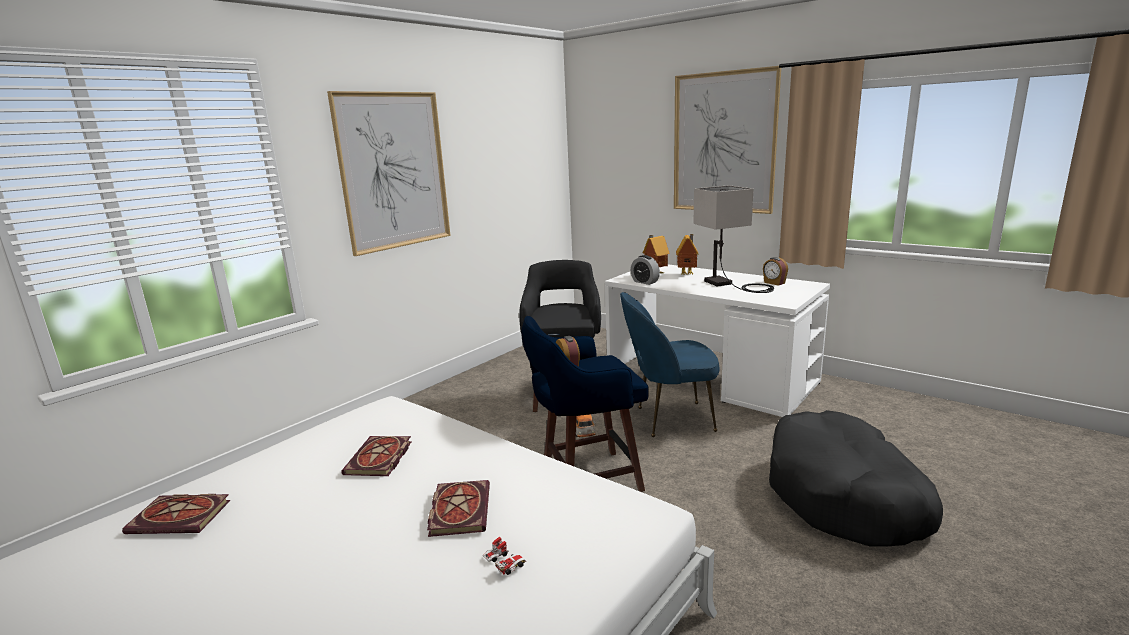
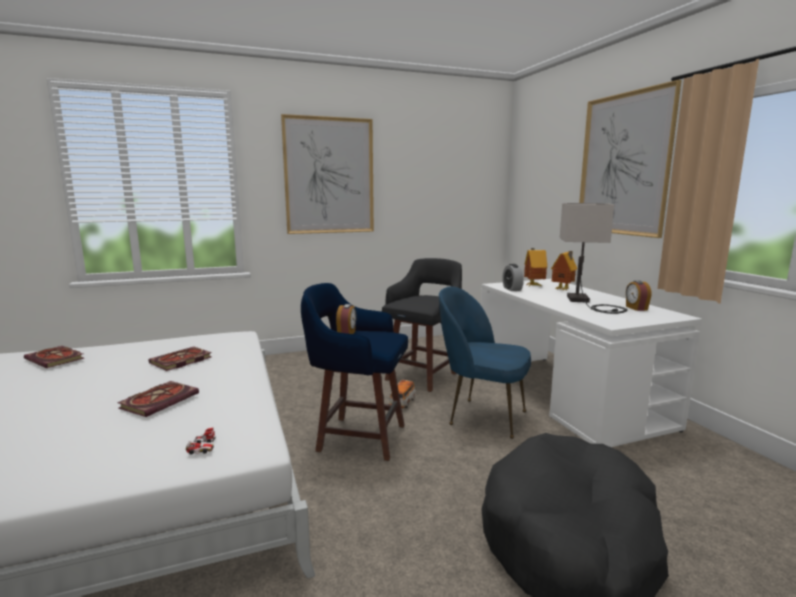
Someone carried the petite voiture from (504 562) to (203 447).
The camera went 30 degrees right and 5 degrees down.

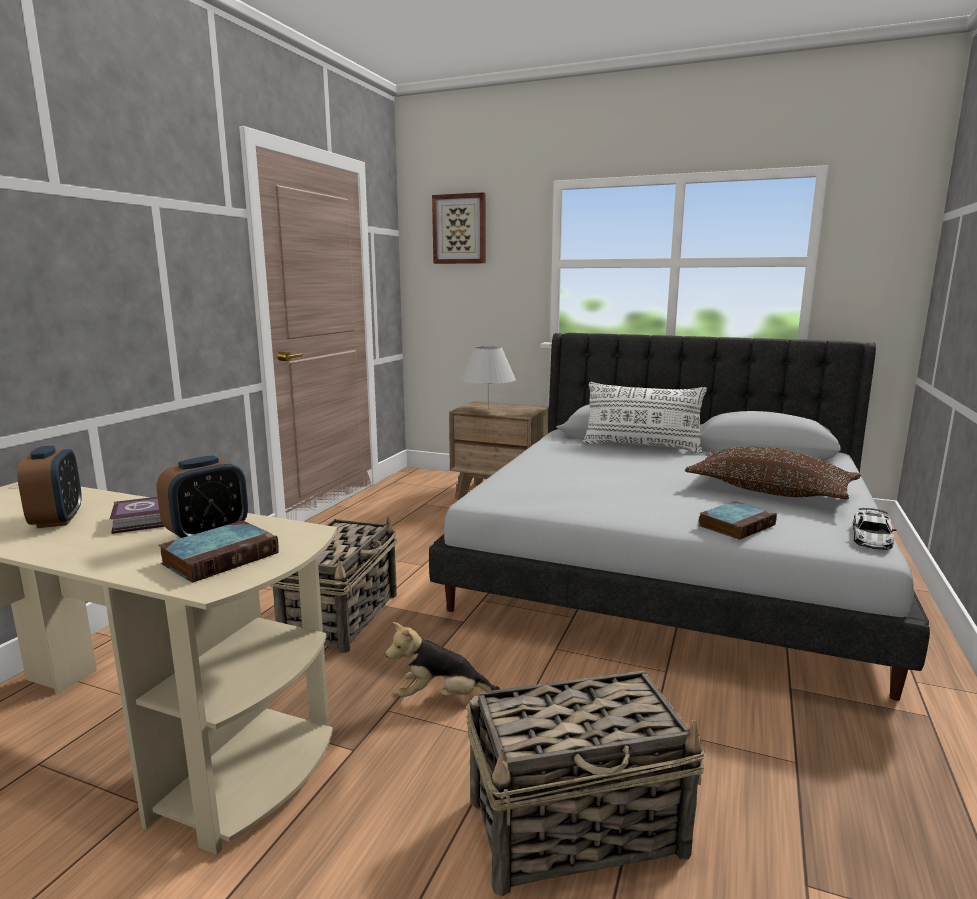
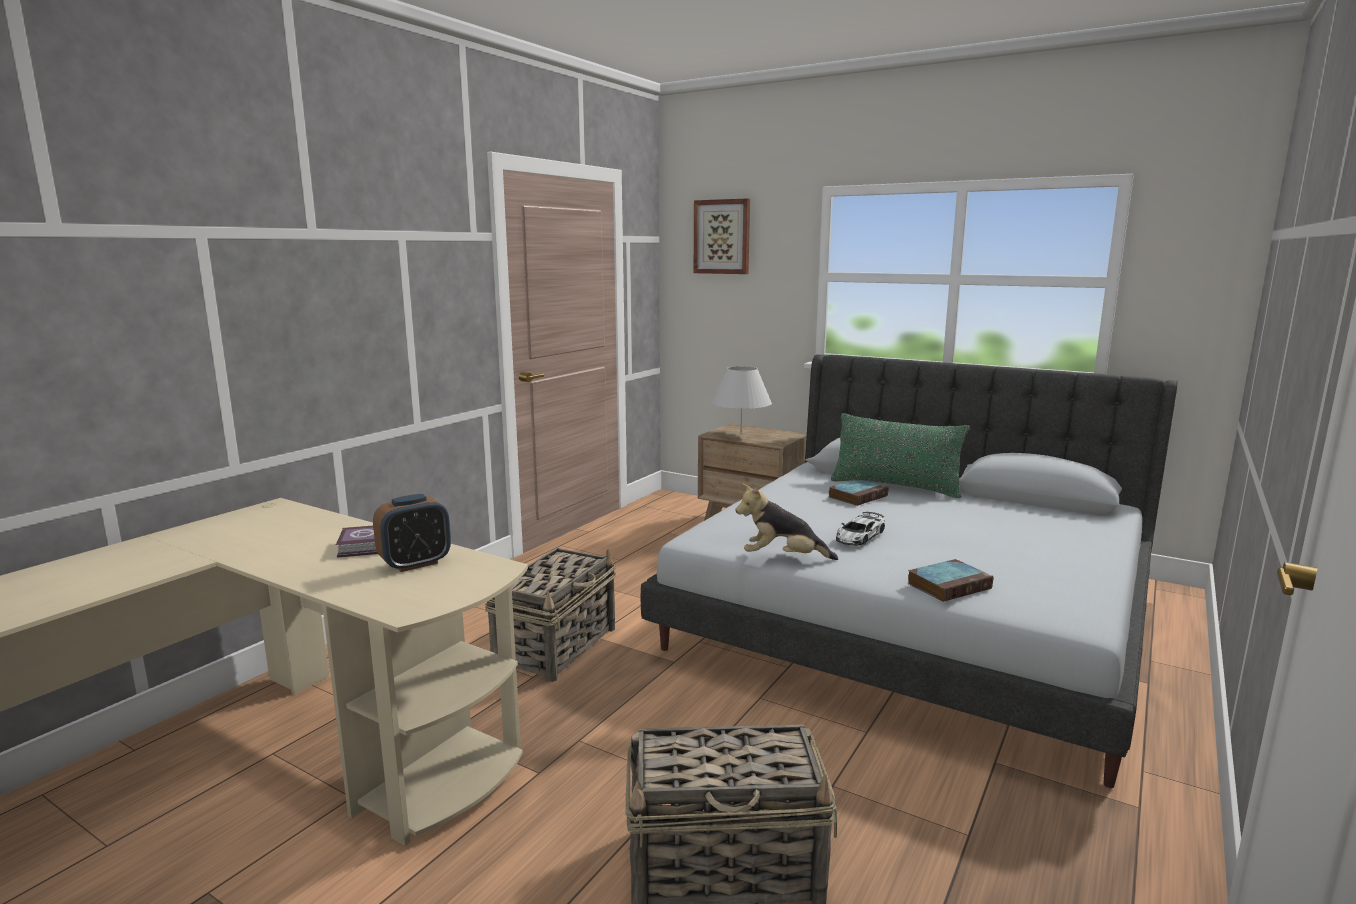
Someone repainted the coussin [blanc] at (641 446), which became the coussin [vert] at (895 487).
Someone took away the réveil at (57 520).
Someone took away the coussin [marron] at (769 491).
Someone carried the petite voiture from (871 537) to (859 536).
Someone carried the livre from (222 557) to (858 496).
Someone carried the peluche from (441 697) to (782 558).
The camera went 10 degrees right and 0 degrees up.

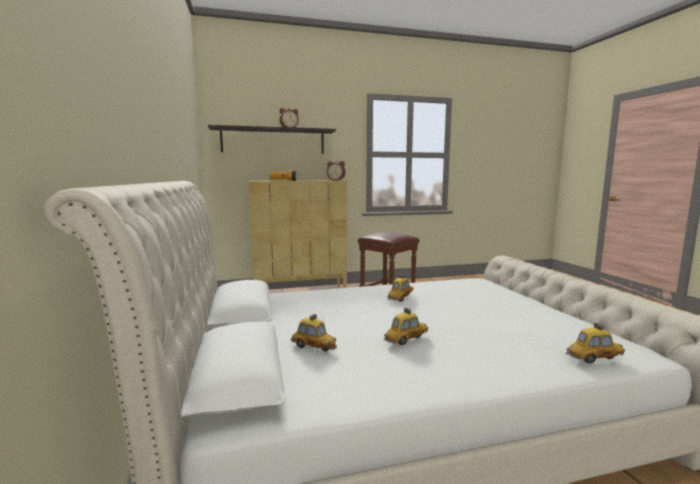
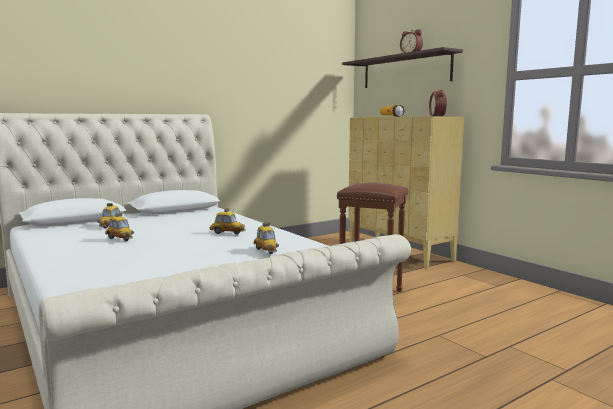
Someone carried the petite voiture from (595 359) to (266 251).
The camera went 70 degrees right and 0 degrees up.

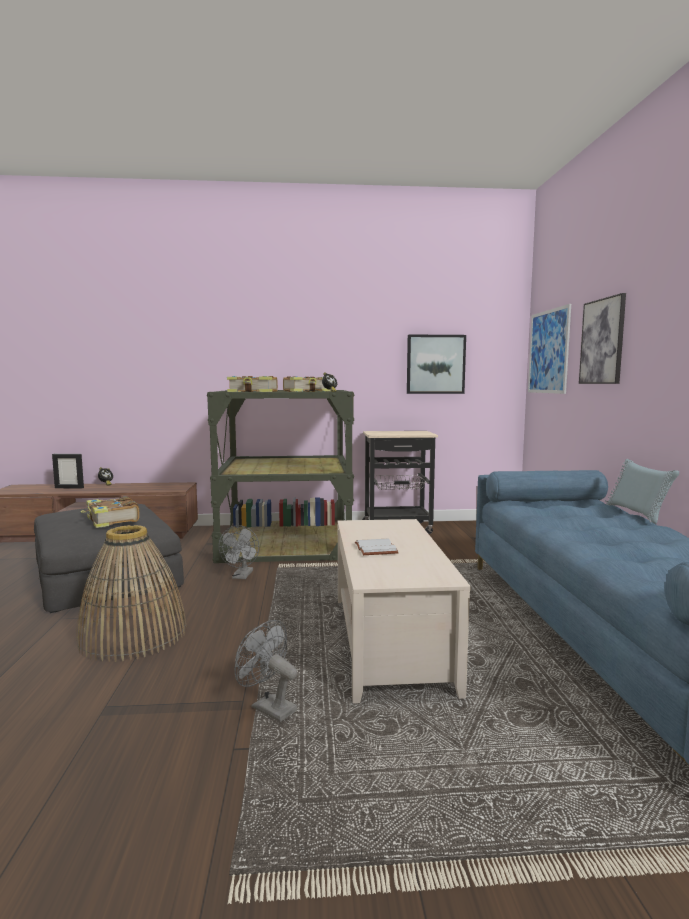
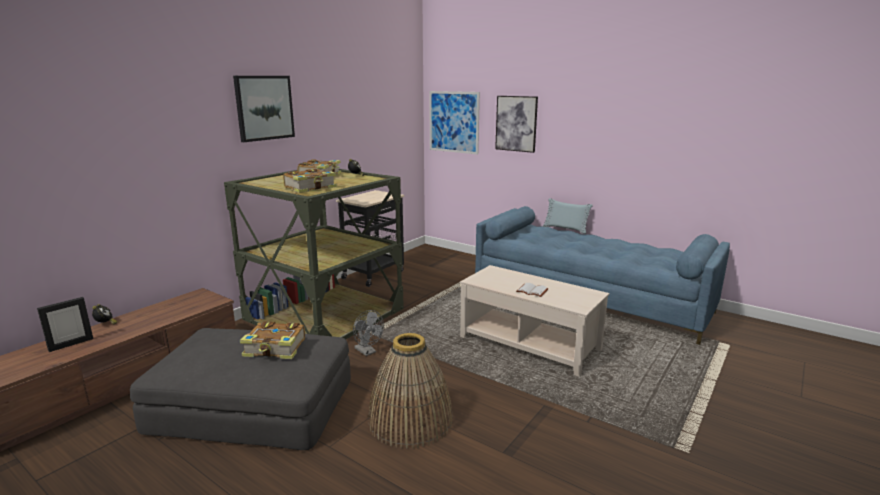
Someone carried the tableau from (435 364) to (264 108).
Someone took away the ventilateur [gris] at (268 707).
The camera went 50 degrees left and 10 degrees up.

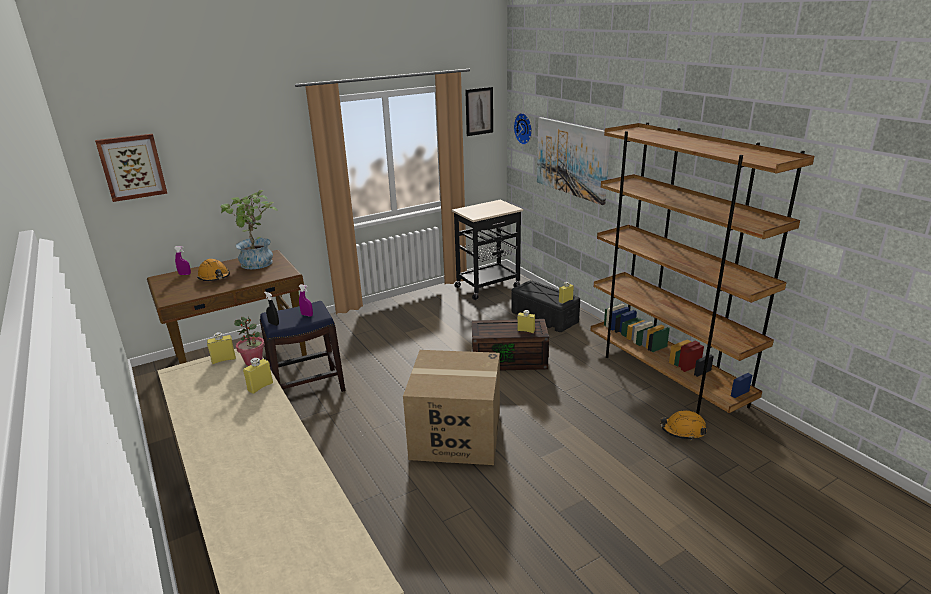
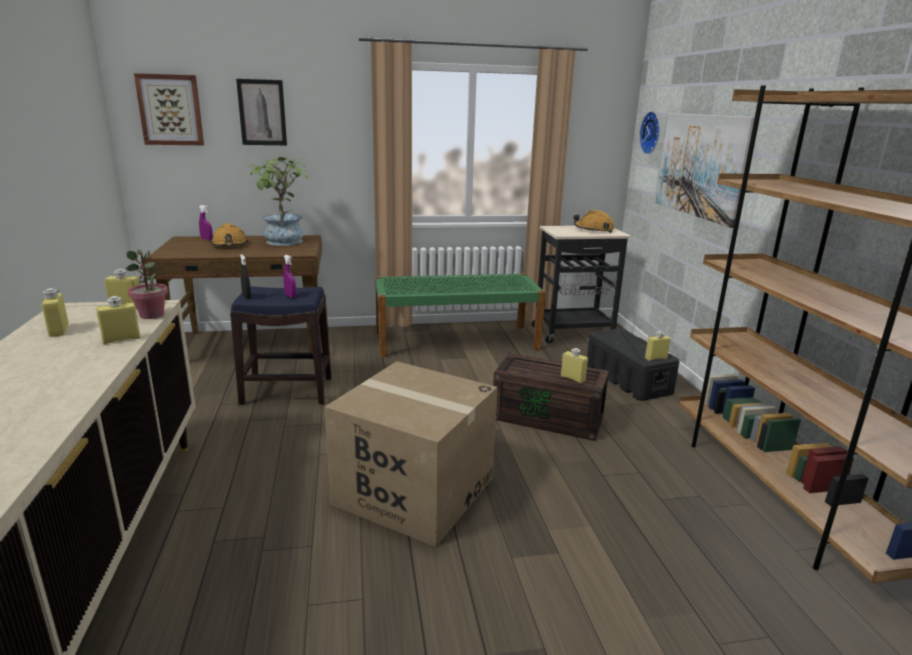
Someone carried the tableau from (479 111) to (262 112).
Someone carried the casque de chantier [orange] from (683 430) to (593 230).
Someone put down the banc [vert] at (456 340).
Someone put down the bouteille [jaune] at (59 330).
The camera went 20 degrees right and 5 degrees down.

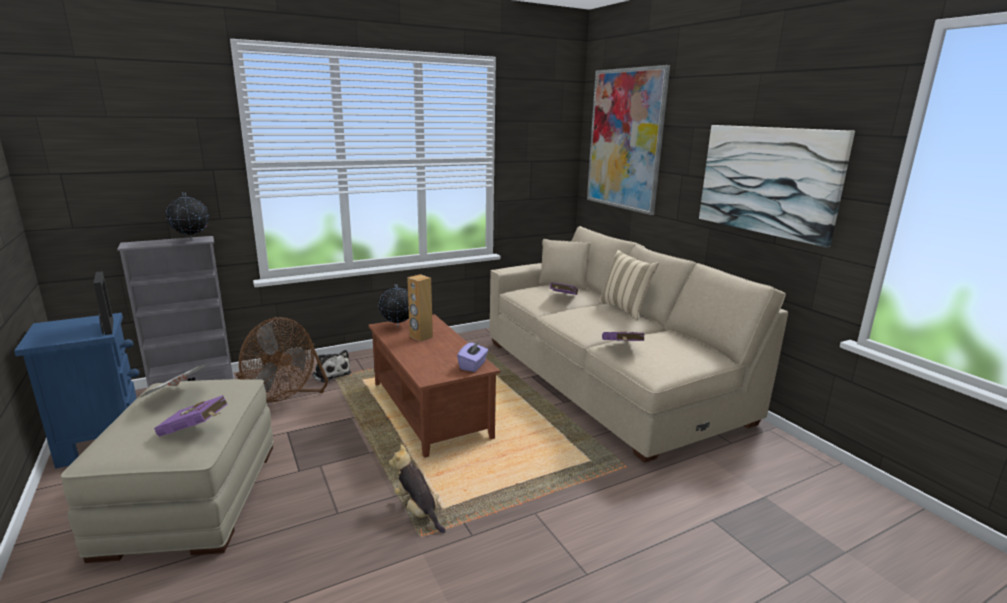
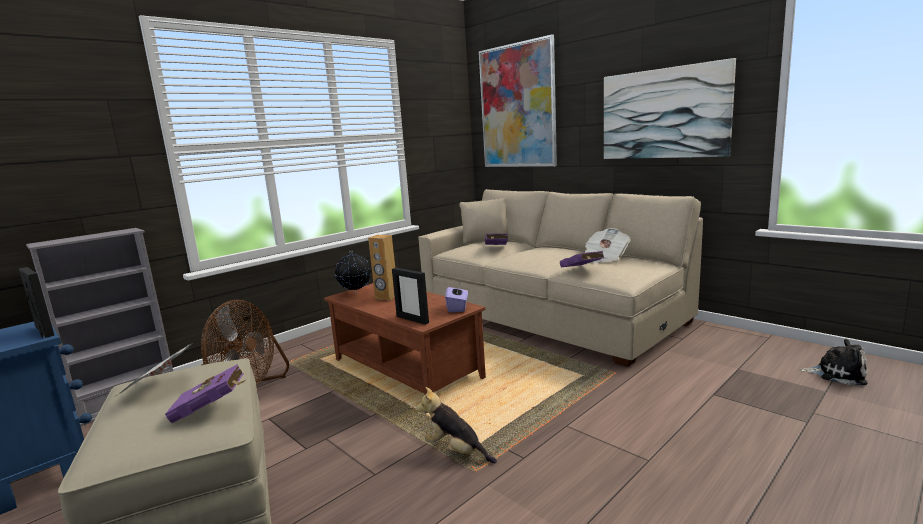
Someone took away the globe at (191 239).
Someone took away the coussin [beige] at (625 309).
Someone carried the peluche from (331 374) to (837 374).
Someone put down the journal at (605 258).
Someone put down the cadre photo at (413 319).
The camera went 15 degrees left and 5 degrees down.

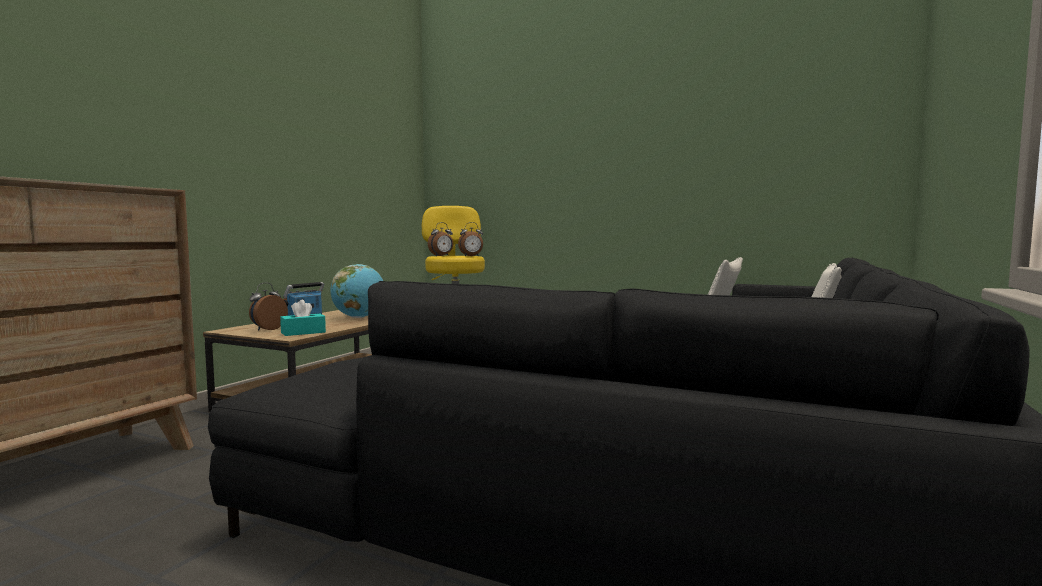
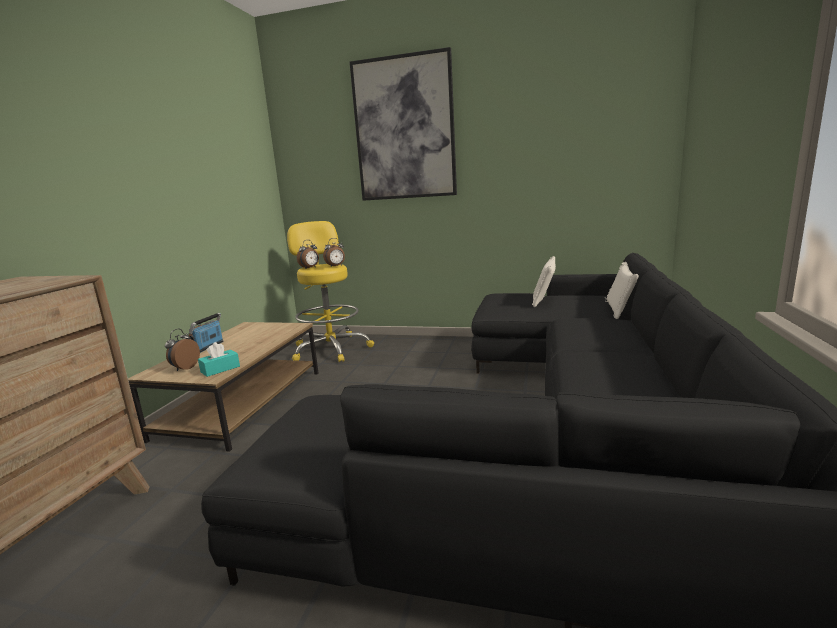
Someone took away the globe at (359 317).
Someone put up the tableau at (404 129).
The camera went 10 degrees left and 10 degrees up.

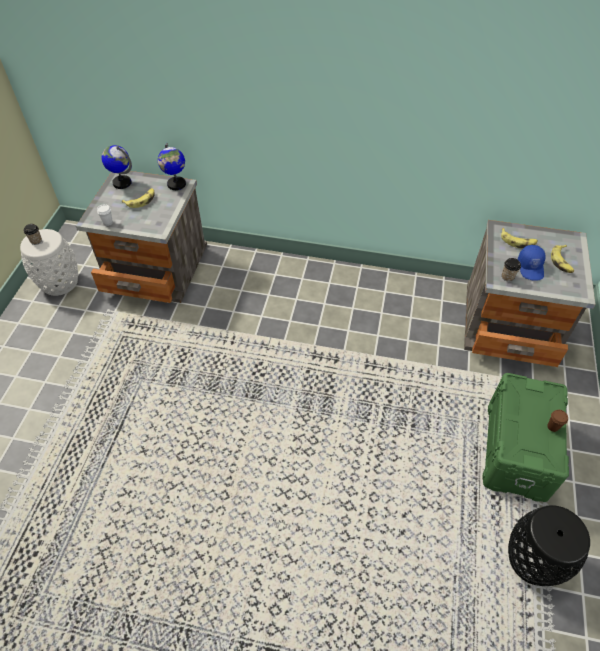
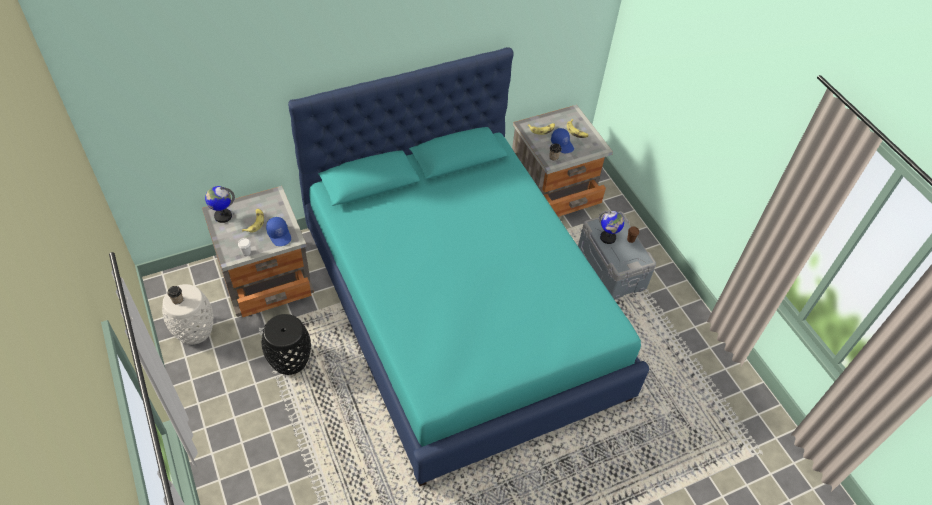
Someone carried the globe from (176 184) to (608 238).
Someone repainted the boîte de rangement [vert] at (515 449), which became the boîte de rangement [gris] at (610 268).
Someone carried the tabouret [noir] from (533 559) to (290 359).
Someone put down the lit [turquoise] at (460 310).
Someone put down the casquette [bleu] at (279 235).
The camera went 40 degrees left and 0 degrees up.

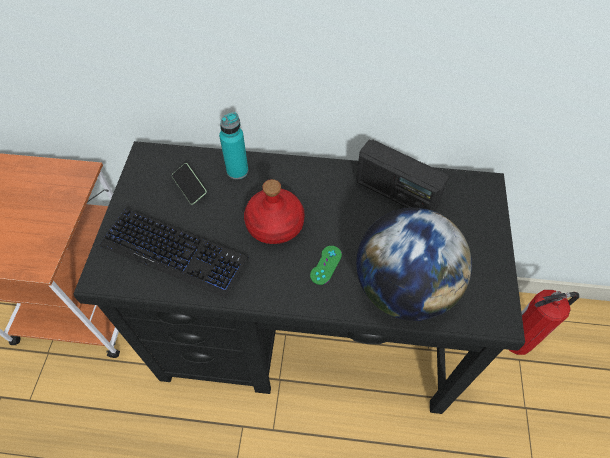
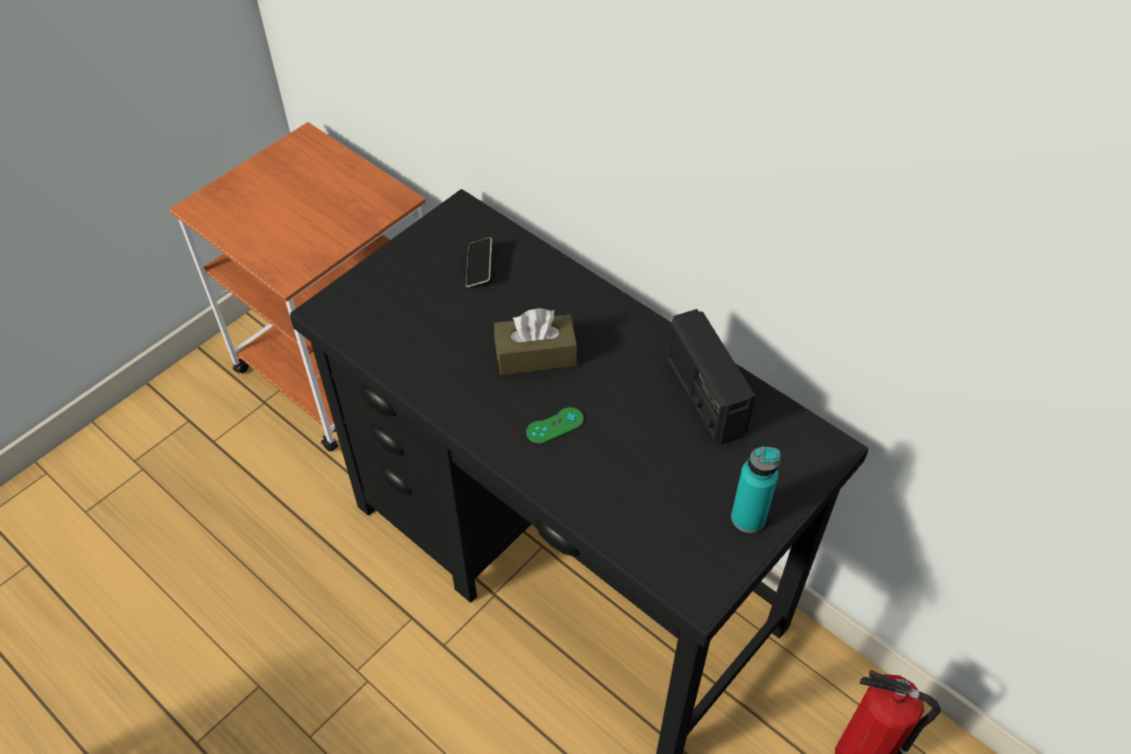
Someone carried the bouteille [turquoise] from (237 171) to (748 518).
Someone swapped the bouteille [rouge] at (275 225) for the boîte à mouchoirs [marron] at (535 355).
Someone took away the globe at (403 288).
Someone took away the clavier at (174 252).
The camera went 35 degrees right and 5 degrees down.

